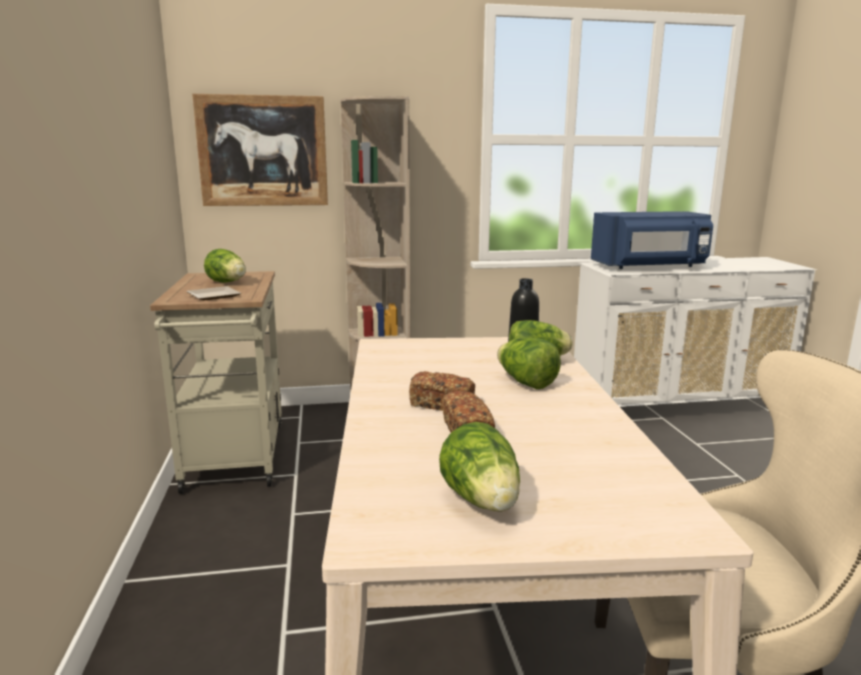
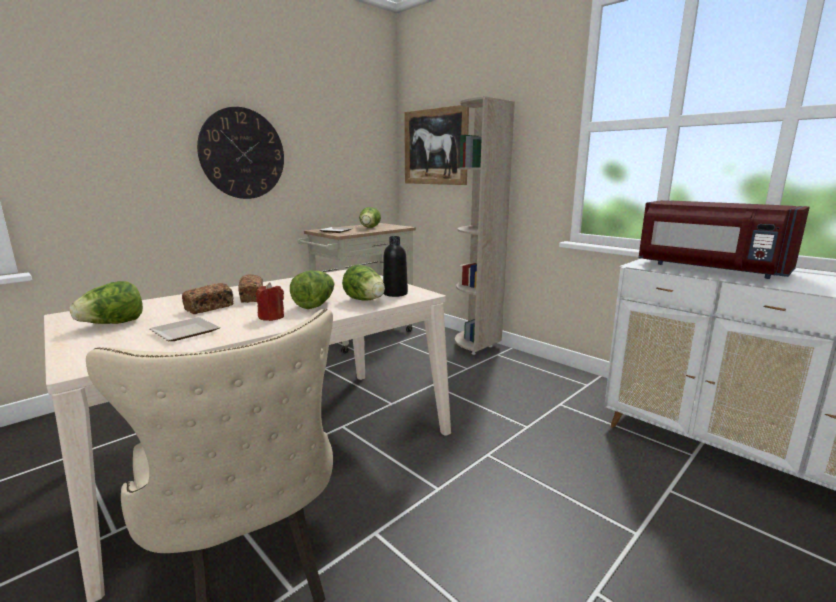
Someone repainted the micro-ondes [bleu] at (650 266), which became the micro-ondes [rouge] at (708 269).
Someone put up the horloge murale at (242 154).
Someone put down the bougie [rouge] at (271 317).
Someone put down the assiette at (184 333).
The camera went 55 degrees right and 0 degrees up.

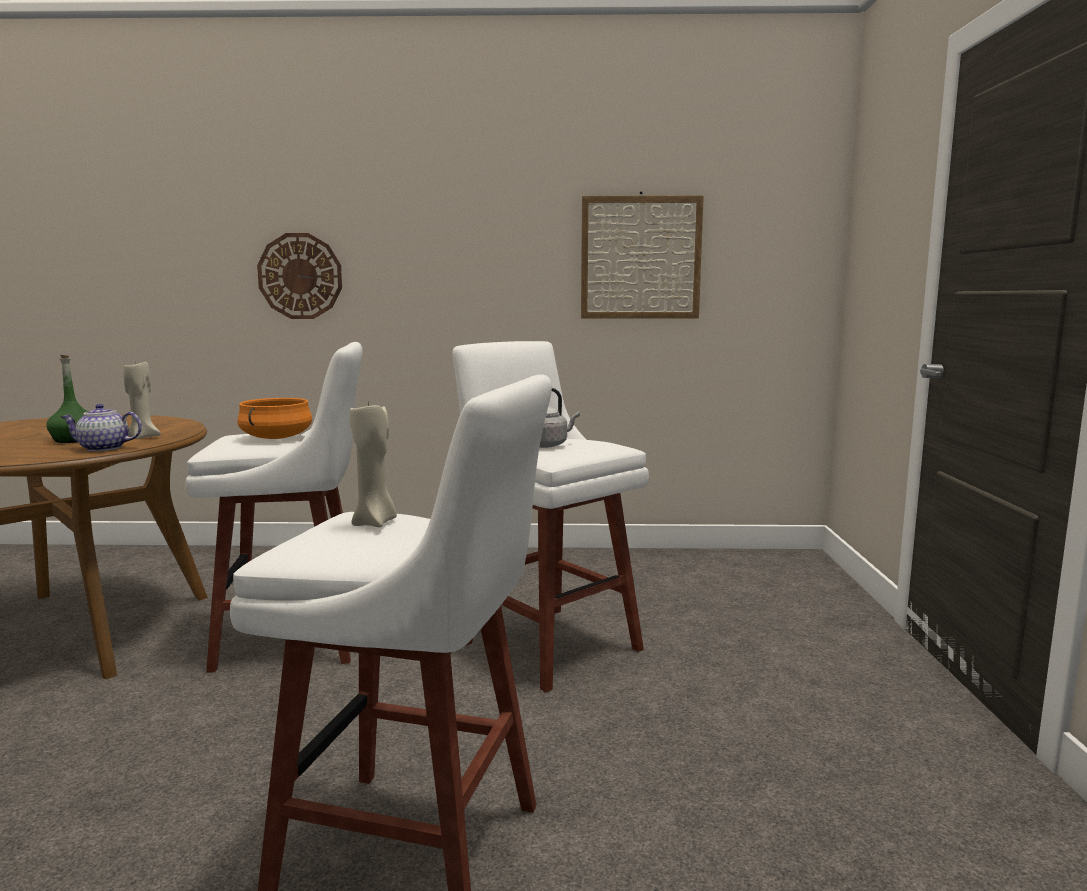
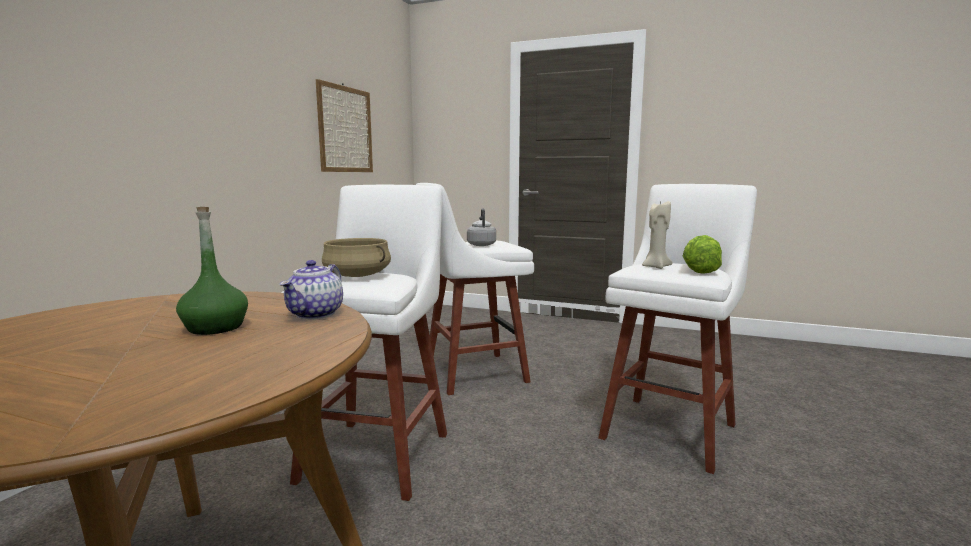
Someone took away the horloge murale at (300 276).
Someone took away the bougie [beige] at (143 437).
Someone repainted the marmite [orange] at (276 437), which became the marmite [beige] at (357 276).
Someone put down the laitue at (698 270).
The camera went 70 degrees left and 0 degrees up.

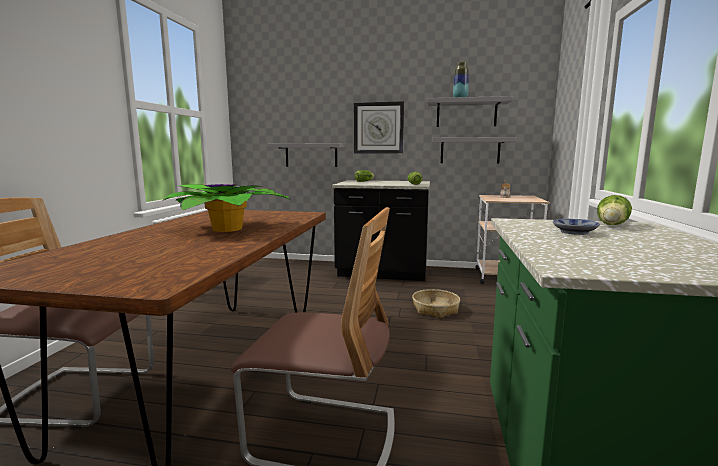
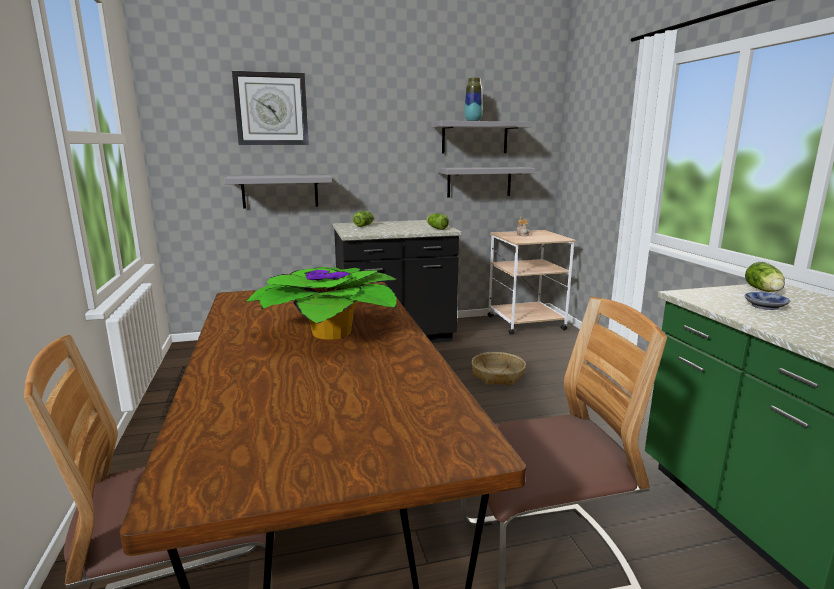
Someone carried the horloge murale from (378 128) to (271 109).
The camera went 25 degrees left and 5 degrees up.

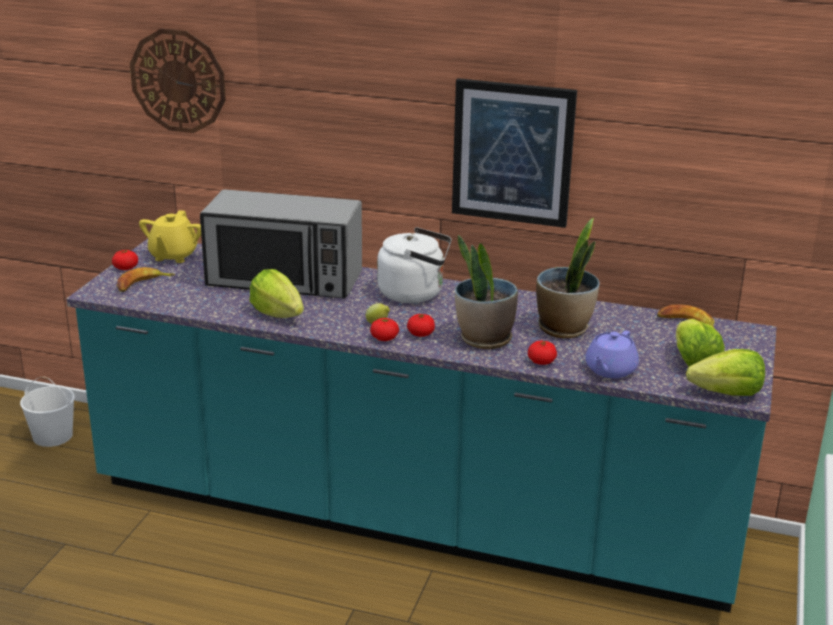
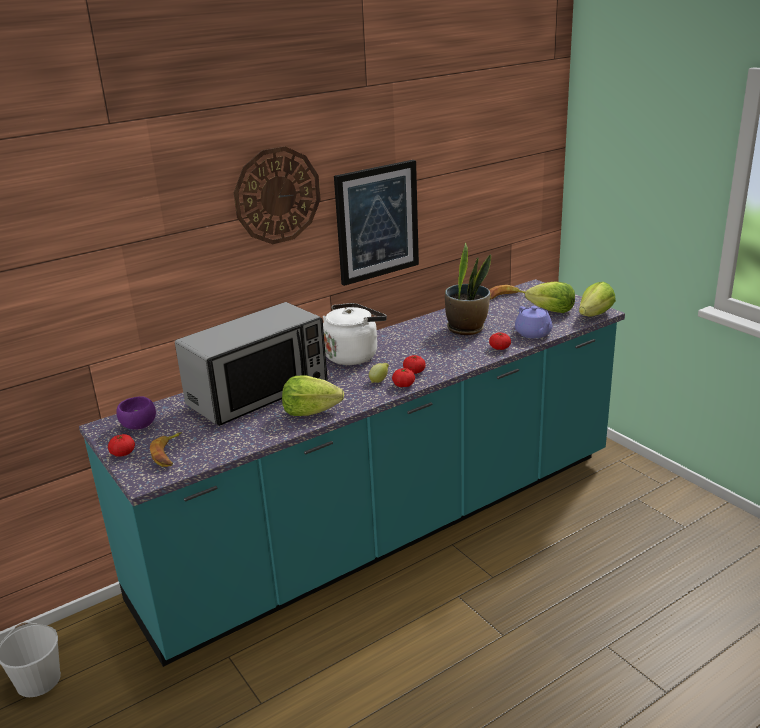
Someone carried the horloge murale from (178 81) to (277 195).
Someone swapped the théière [jaune] at (173 256) for the bol [violet] at (137 425).
Someone took away the plante en pot at (484 339).
The camera went 50 degrees left and 0 degrees up.

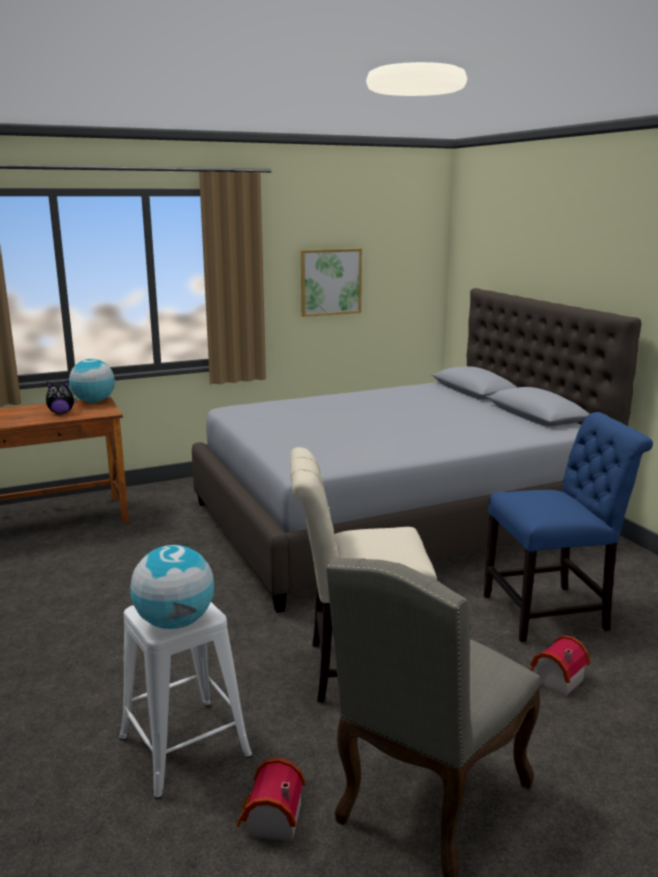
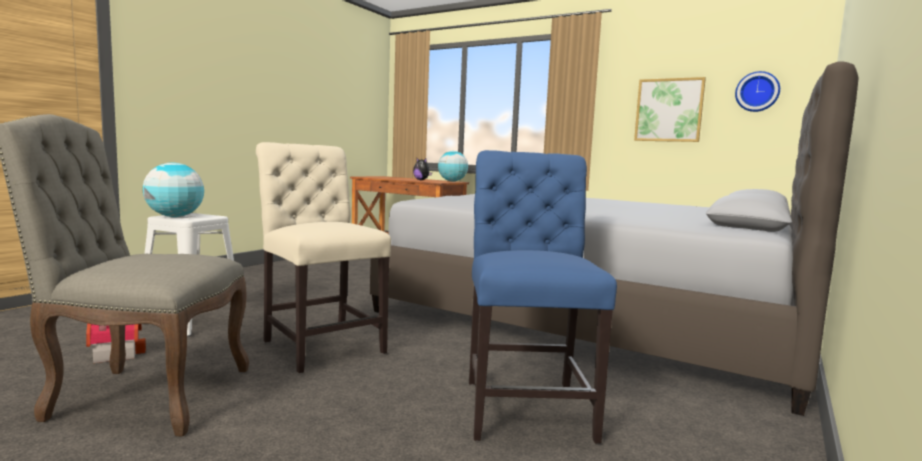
Someone rotated the chaise [bleu] at (553 613) by 135 degrees counterclockwise.
Someone took away the maison miniature at (554 680).
Someone put up the horloge murale at (757 92).
The camera went 55 degrees right and 10 degrees down.

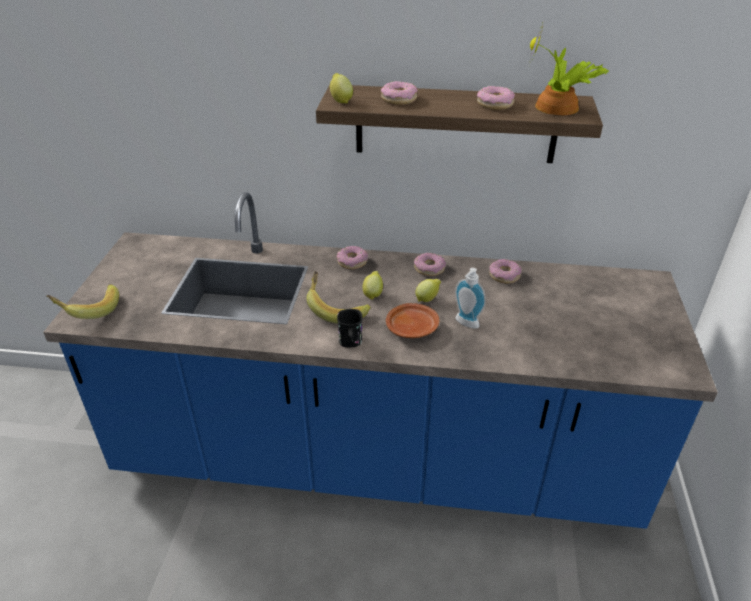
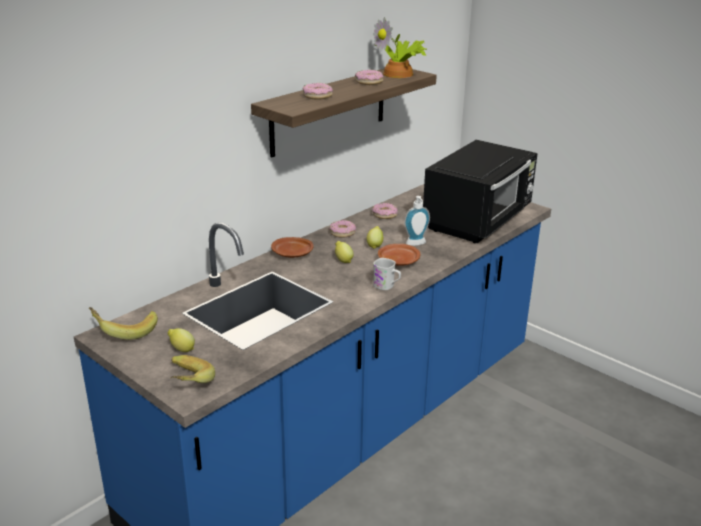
Someone carried the citron from (341 101) to (182 350).
Someone swapped the beignet at (352 262) for the assiette [marron] at (293 254).
Someone carried the banane from (336 309) to (125 331).
Someone repainted the mug [noir] at (350 343), which became the mug [blanc] at (387 286).
Someone put down the micro-ondes [noir] at (479 221).
The camera went 55 degrees left and 10 degrees down.

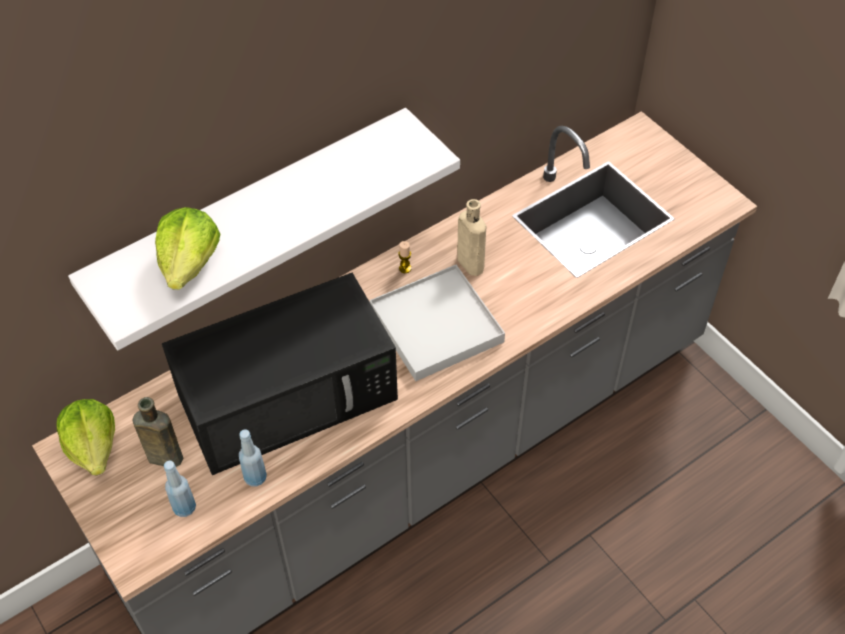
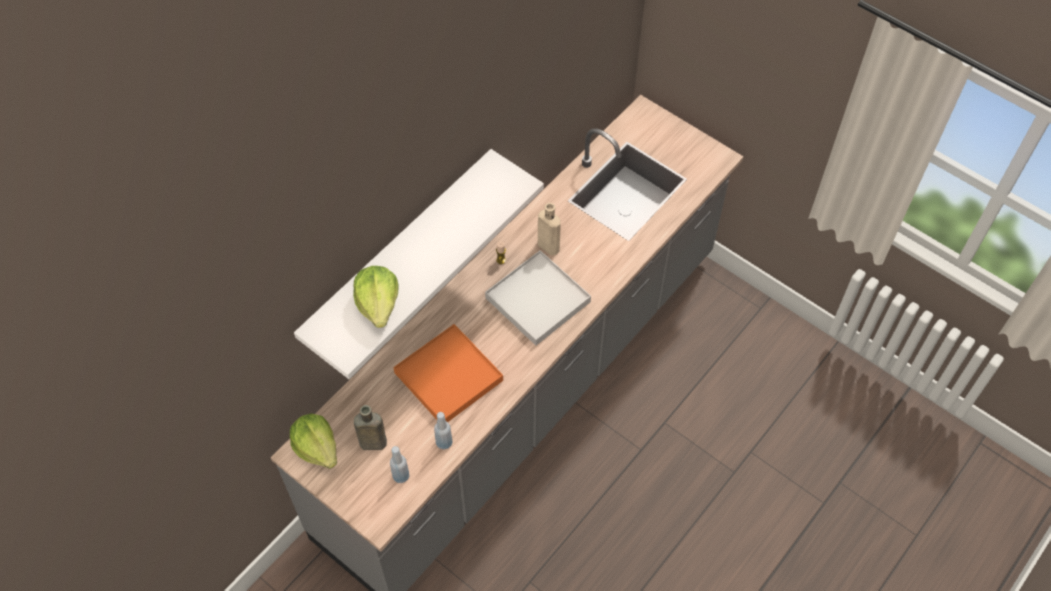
Someone swapped the micro-ondes [noir] at (290 395) for the plateau [orange] at (448 376).
The camera went 15 degrees left and 5 degrees up.

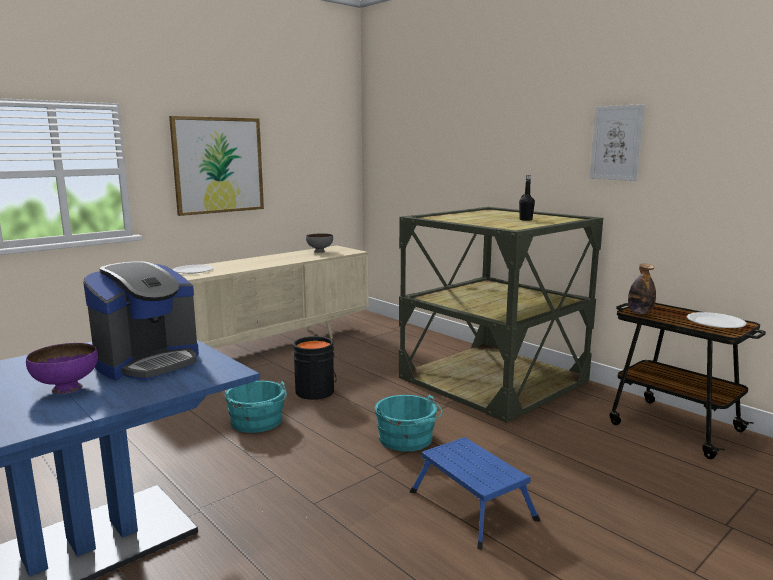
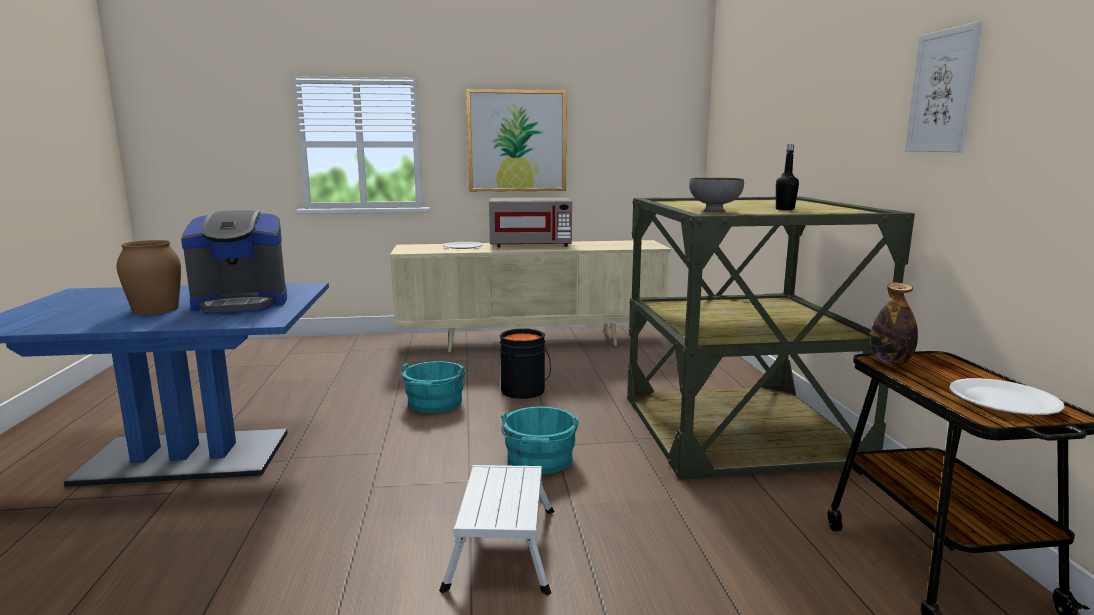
Someone carried the bol [gris] from (320 251) to (714 211).
Someone swapped the bol [violet] at (66 388) for the vase [marron] at (155 309).
Someone repainted the escabeau [bleu] at (472 506), which became the escabeau [blanc] at (502 548).
Someone put down the micro-ondes [gris] at (530 245).
The camera went 35 degrees right and 0 degrees up.

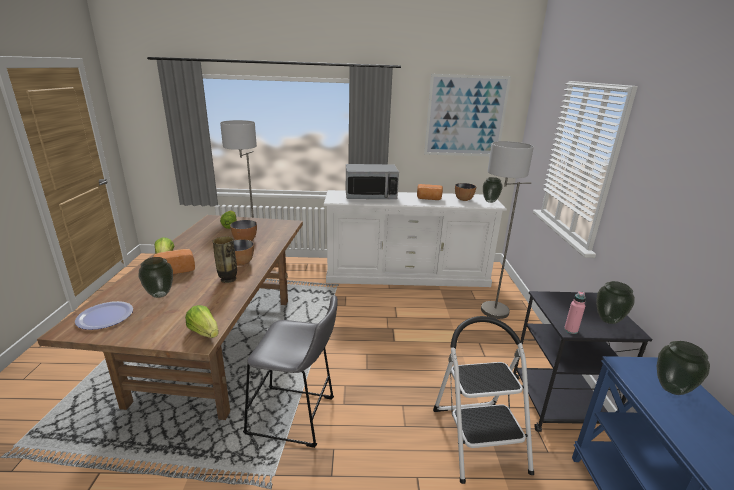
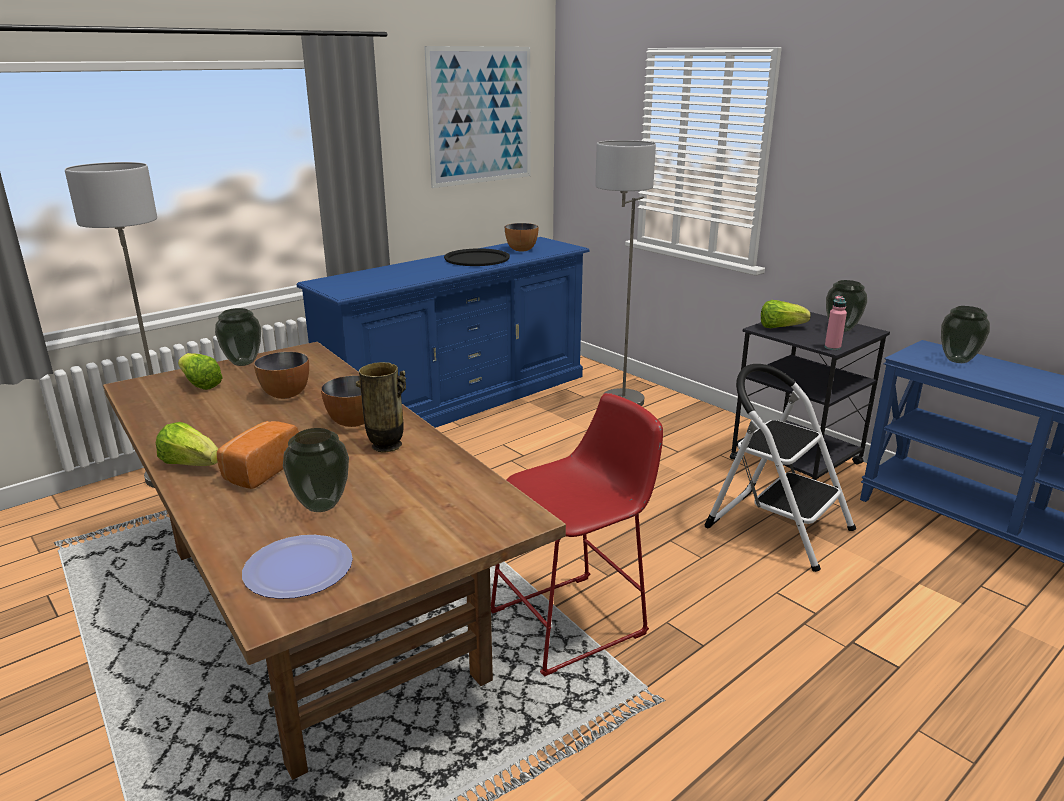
Someone took away the micro-ondes at (370 196).
Someone carried the vase from (490 201) to (243 363).
Someone swapped the pain at (429 199) for the plateau [noir] at (477 259).
Someone repainted the meuble de rangement [blanc] at (407 275), which became the meuble de rangement [bleu] at (460 401).
Someone repainted the tabouret [gris] at (296 417), which became the tabouret [rouge] at (575 621).
Someone carried the laitue from (204 332) to (780 327).
The camera went 40 degrees left and 0 degrees up.

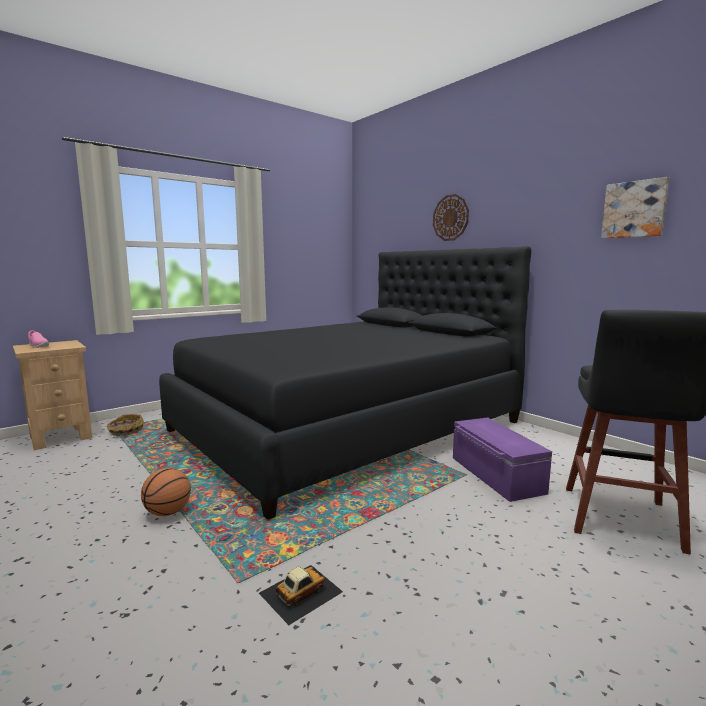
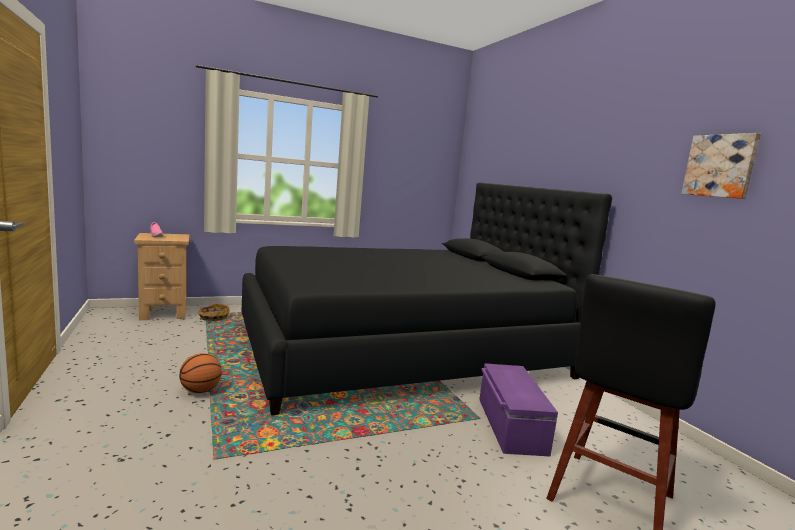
Someone took away the horloge murale at (450 218).
Someone took away the petite voiture at (300 592).
The camera went 15 degrees right and 0 degrees up.

